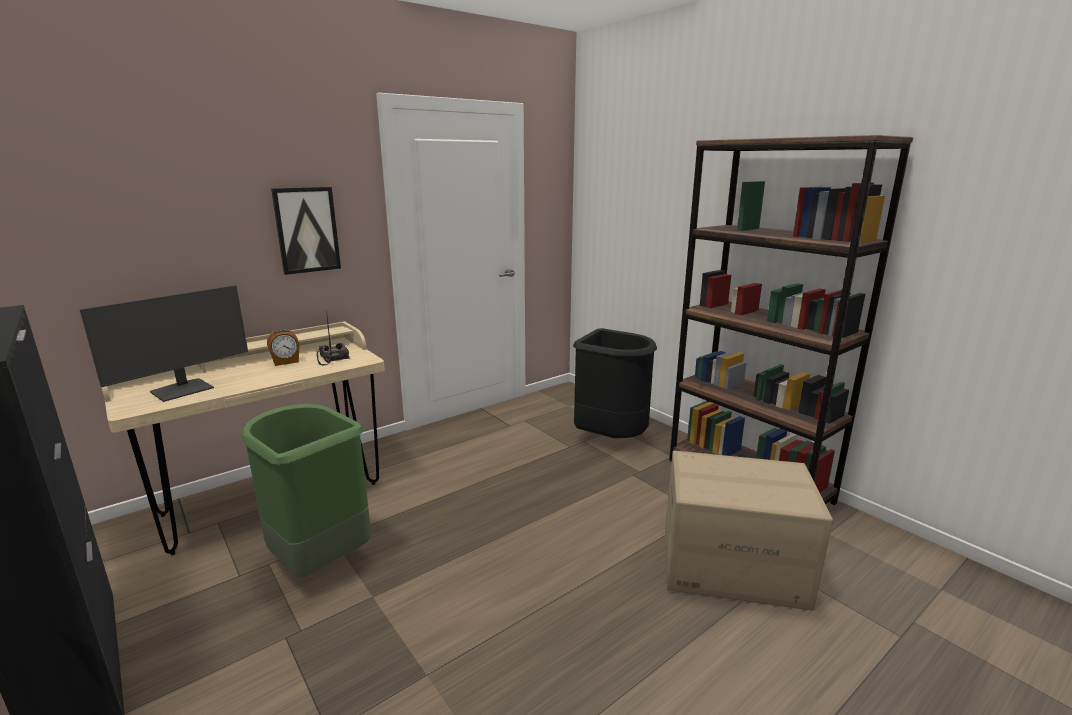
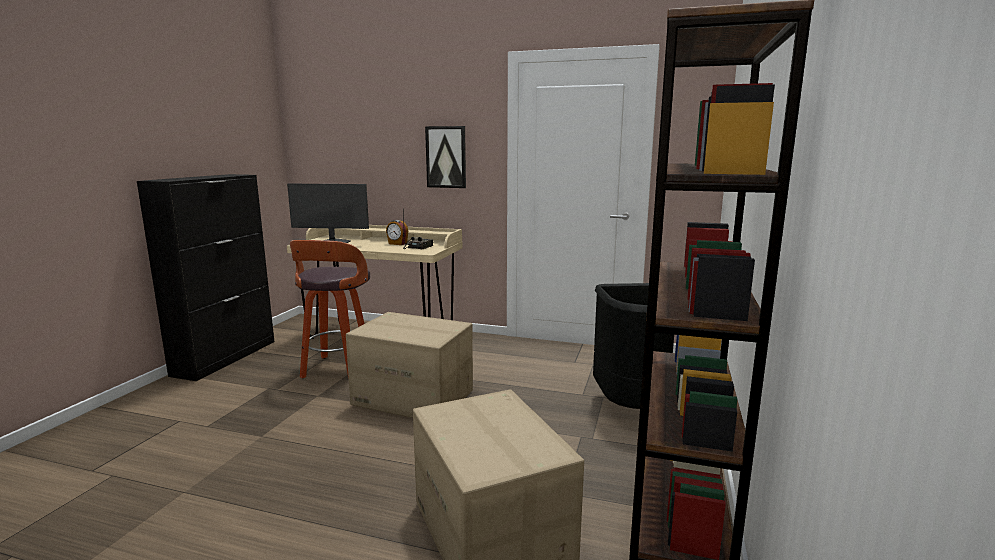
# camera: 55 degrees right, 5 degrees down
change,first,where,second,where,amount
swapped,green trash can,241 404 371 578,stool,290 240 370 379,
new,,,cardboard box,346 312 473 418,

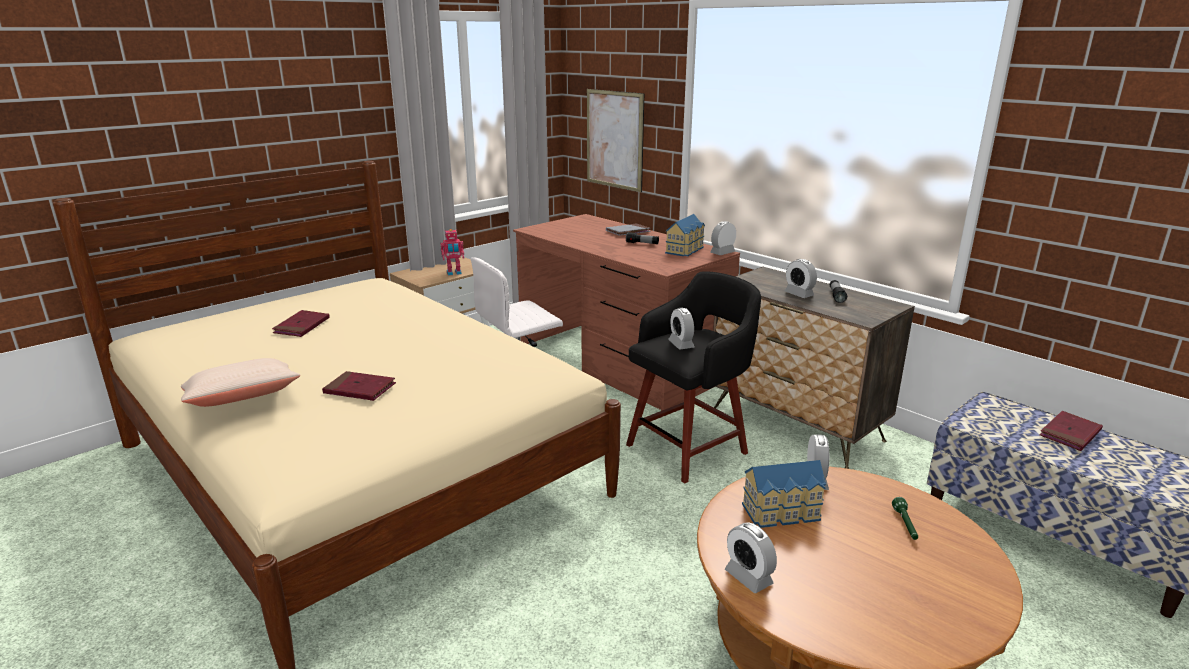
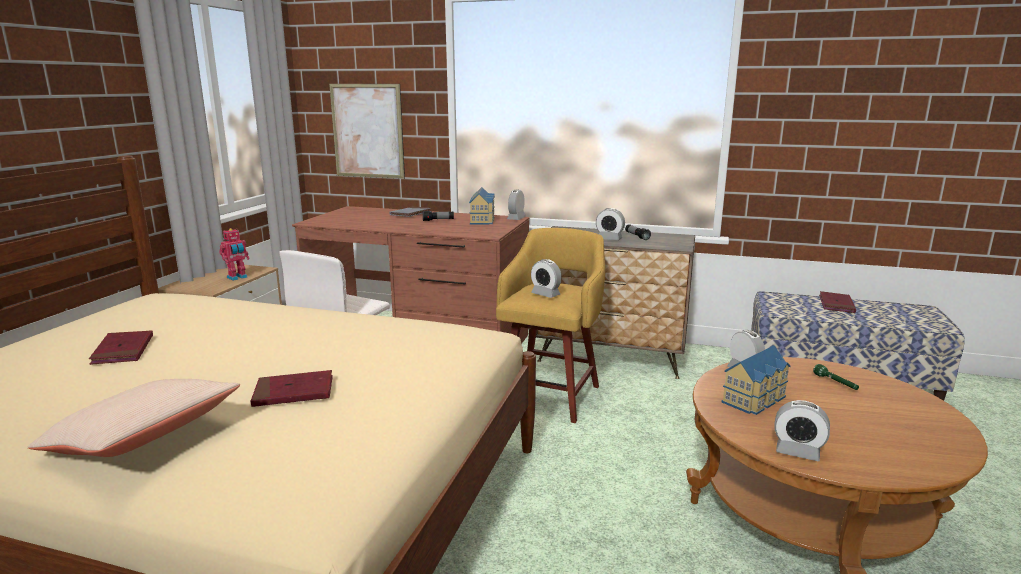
# camera: 30 degrees left, 5 degrees down
change,first,where,second,where,amount
repainted,black stool,626 271 761 484,yellow stool,496 228 605 423,

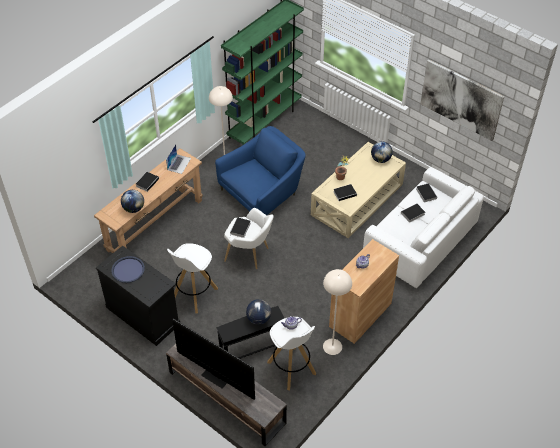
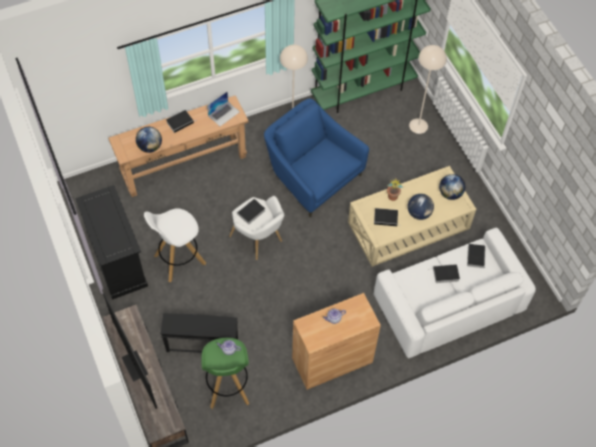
# camera: 25 degrees right, 10 degrees up
change,first,where,second,where,amount
repainted,white stool,267 317 316 390,green stool,201 338 249 409,
rotated,blue armchair,215 126 306 215,,264 99 369 217,120 degrees counterclockwise
shifted,globe,246 299 271 325,,408 194 434 220,
shifted,beige floor lamp,323 269 352 355,,409 45 447 134,
gone,blue tray,111 256 145 283,,,
gone,picture,420 60 504 141,,,

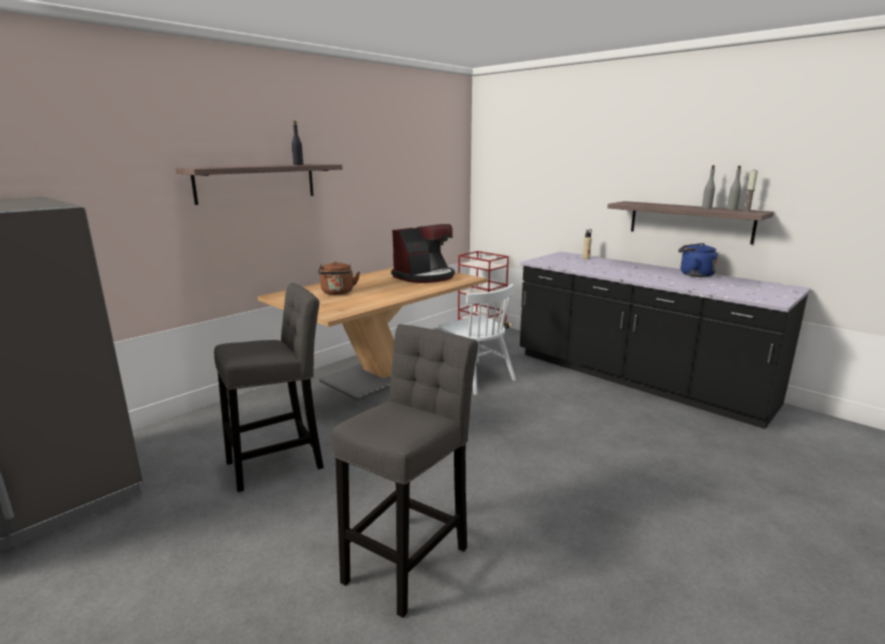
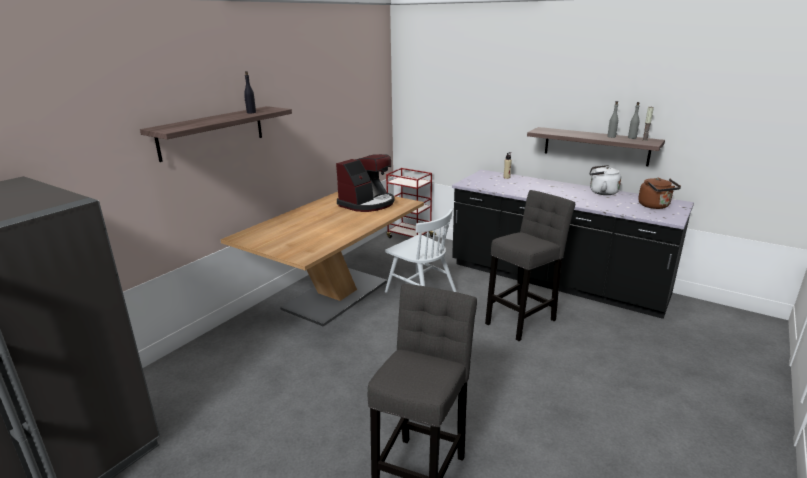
# camera: 10 degrees left, 5 degrees up
change,first,where,second,where,amount
shifted,grey stool,214 283 324 492,,485 190 575 341,
repainted,blue kettle,678 243 718 277,white kettle,589 165 621 195,
shifted,brown kettle,318 261 360 295,,638 178 681 209,

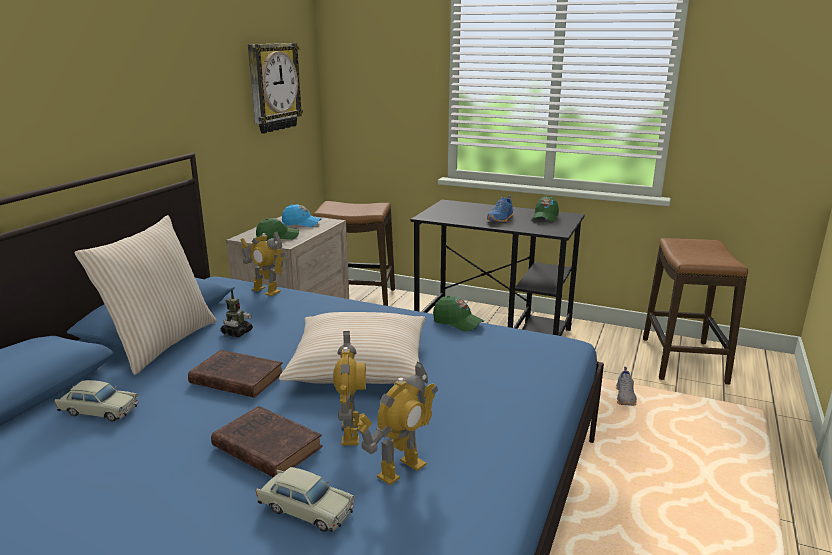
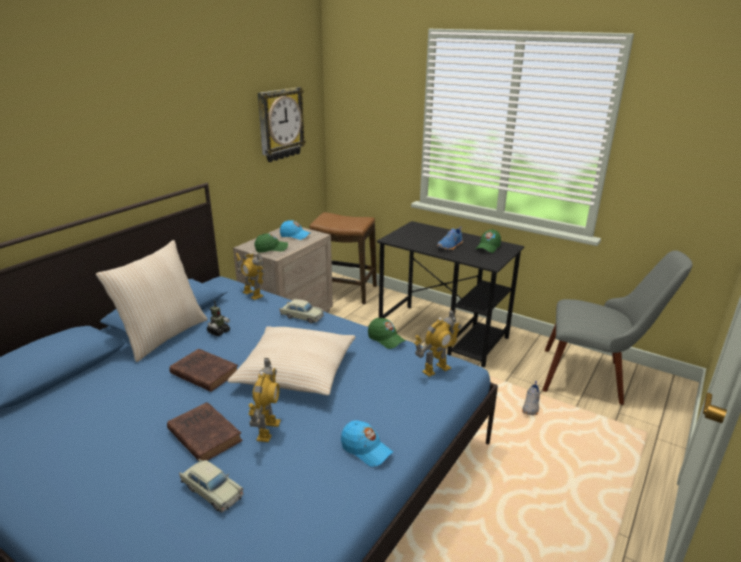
# camera: 10 degrees right, 5 degrees up
change,first,where,second,where,amount
shifted,beige toy car,54 380 139 422,,280 299 324 323,
new,,,blue cap,341 420 393 467,
shifted,toy robot,357 362 438 485,,414 310 461 377,
swapped,stool,643 238 748 385,grey chair,542 250 692 405,

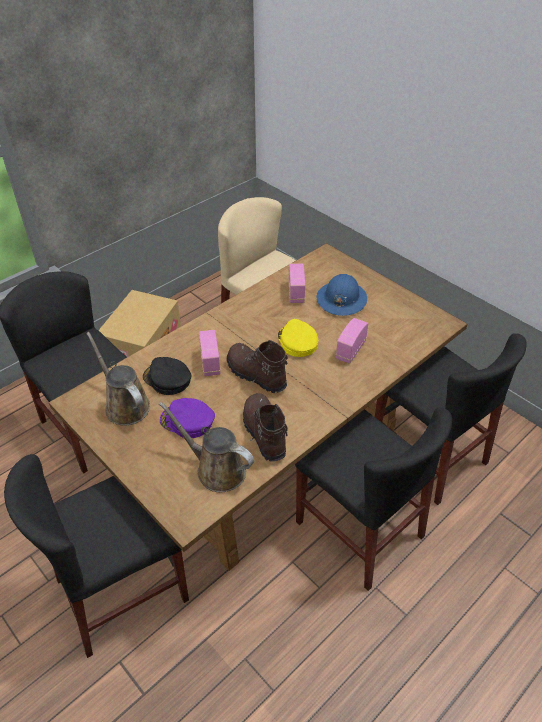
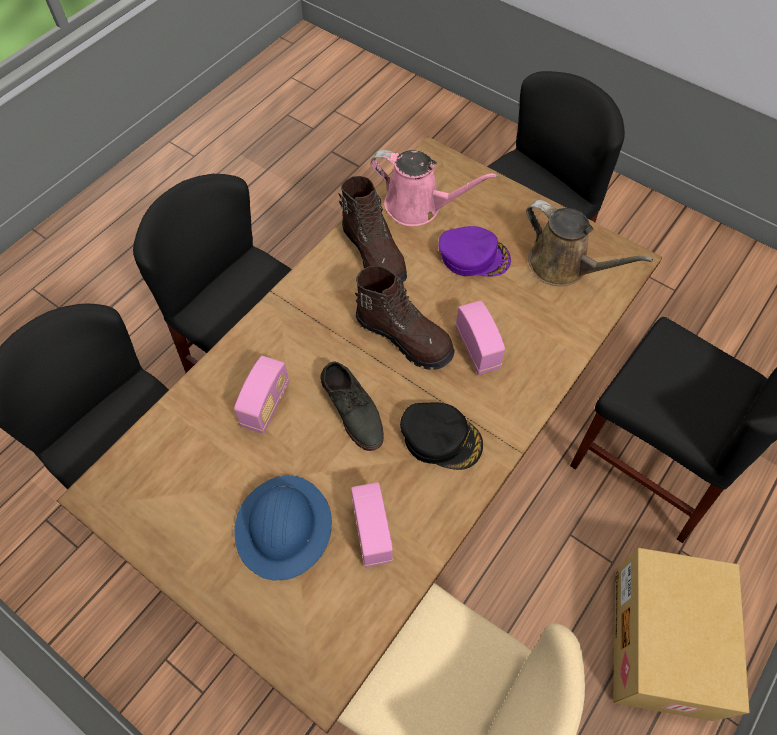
# camera: 170 degrees right, 15 degrees up
change,first,where,second,where,amount
swapped,yellow cap,278 319 318 357,grey shoe,320 361 384 451,
repainted,brown watering can,159 402 254 492,pink watering can,371 150 497 226,
shifted,black cap,143 357 191 395,,400 402 483 470,

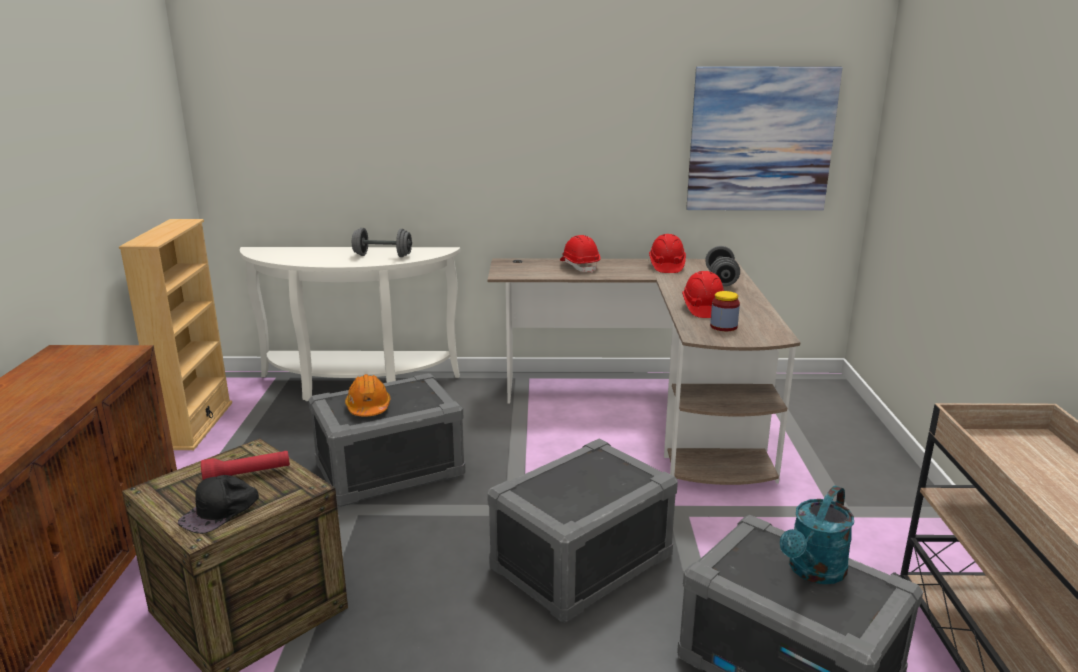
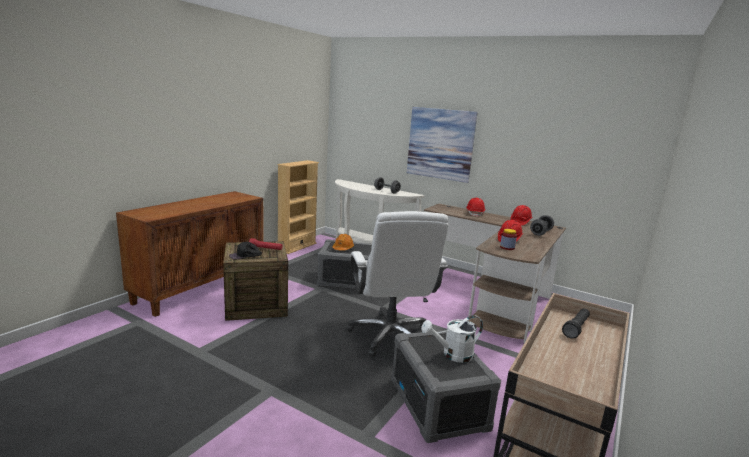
# camera: 30 degrees right, 5 degrees down
change,first,where,second,where,amount
swapped,grey storage box,487 439 678 623,white office chair,346 211 448 357,
shifted,picture,686 67 843 211,,407 107 478 183,
repainted,turquoise watering can,780 485 854 584,white watering can,421 315 483 363,
new,,,black flashlight,562 309 590 339,

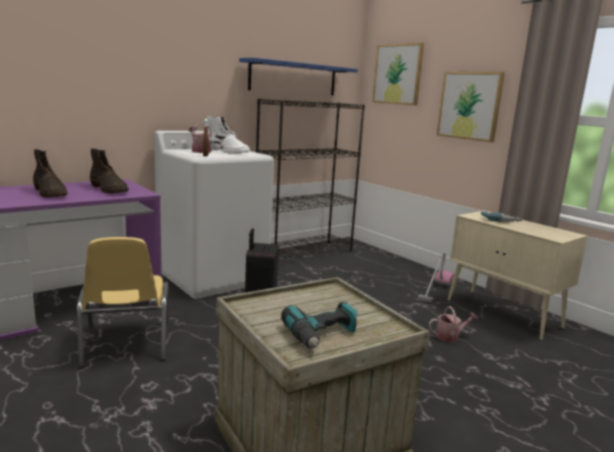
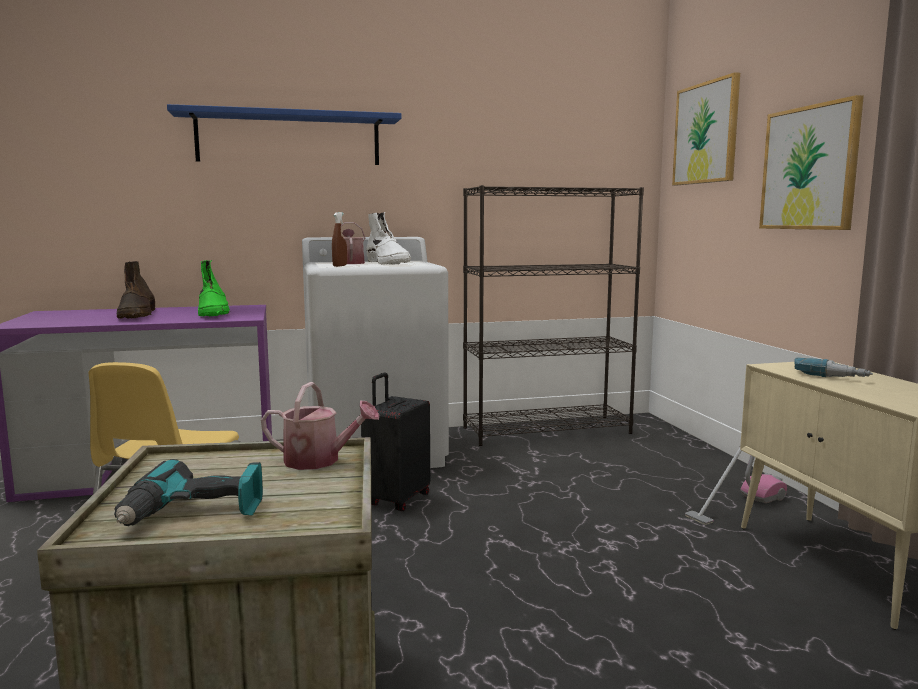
# camera: 25 degrees right, 5 degrees down
change,first,where,second,where,amount
shifted,blue shelf,239 58 358 95,,167 104 402 165,
repainted,brown boot,90 148 129 193,green boot,198 260 230 316,
shifted,watering can,429 306 478 342,,261 382 379 470,

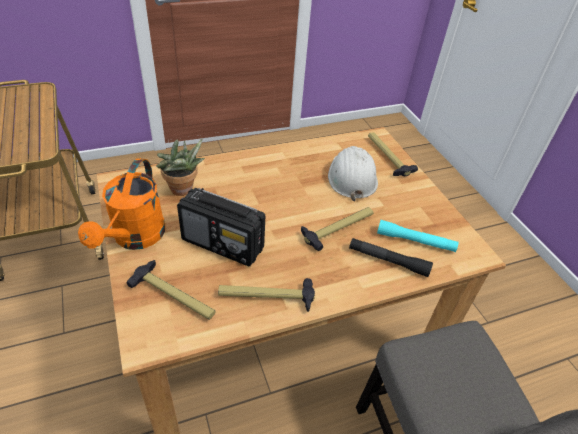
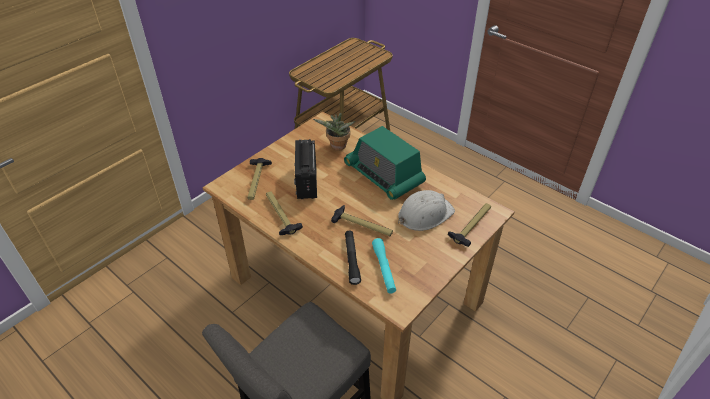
# camera: 65 degrees right, 0 degrees up
change,first,where,second,where,amount
new,,,radio,344 126 426 200,
gone,orange watering can,78 158 165 250,,,

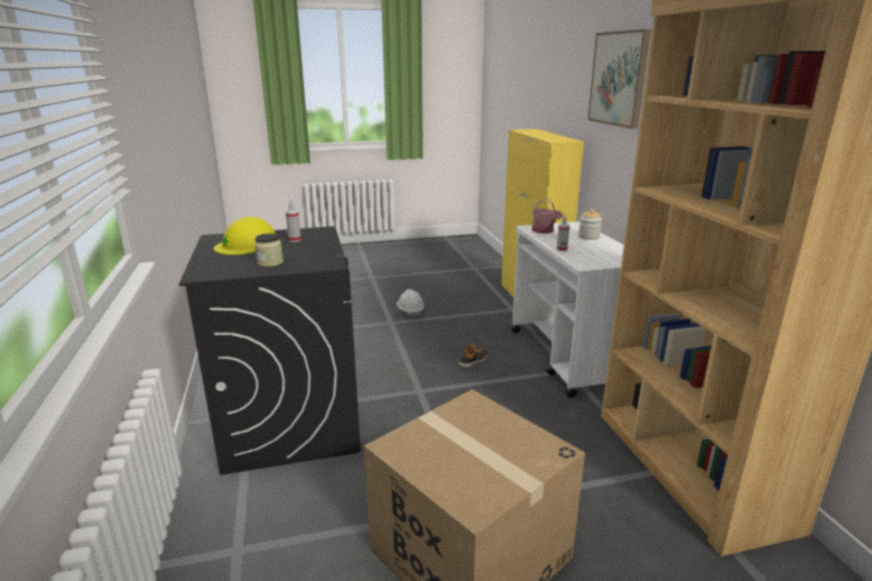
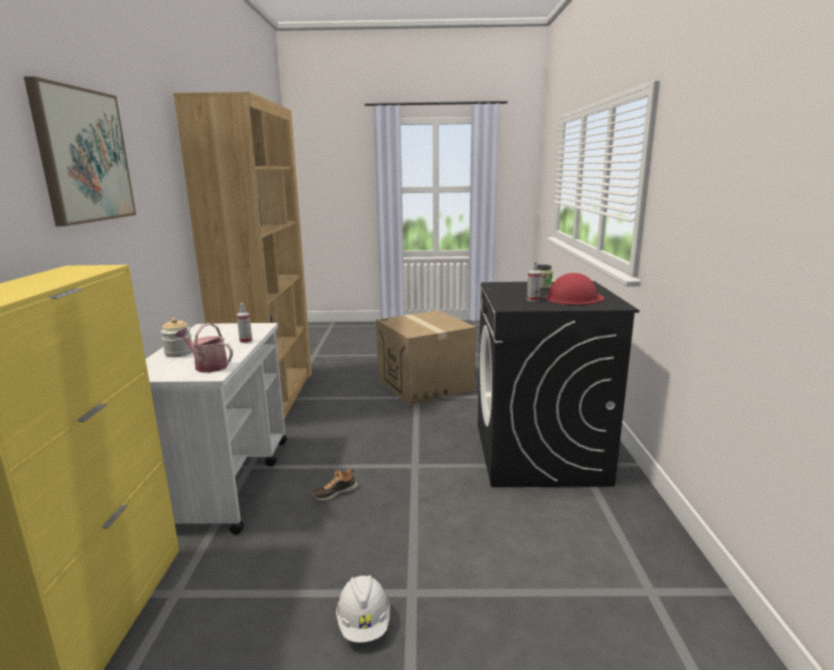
# camera: 165 degrees left, 5 degrees down
change,first,where,second,where,amount
rotated,watering can,532 199 562 234,,175 323 233 373,60 degrees counterclockwise
repainted,yellow hard hat,214 217 276 255,red hard hat,546 273 604 305,

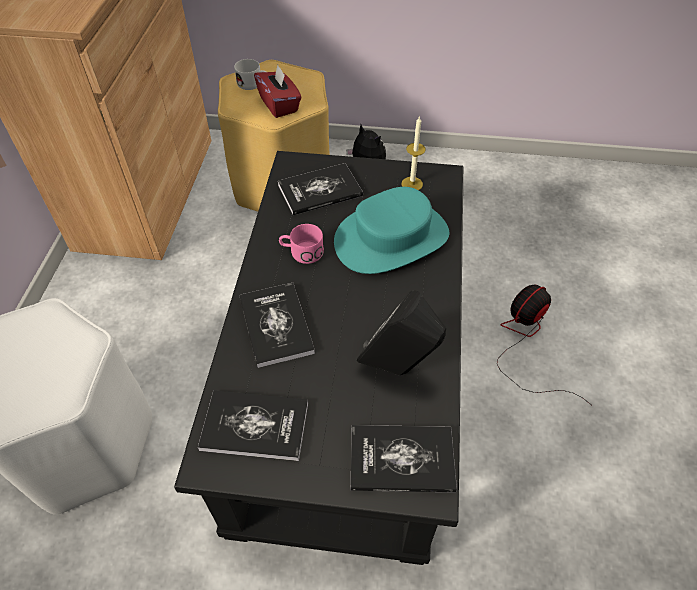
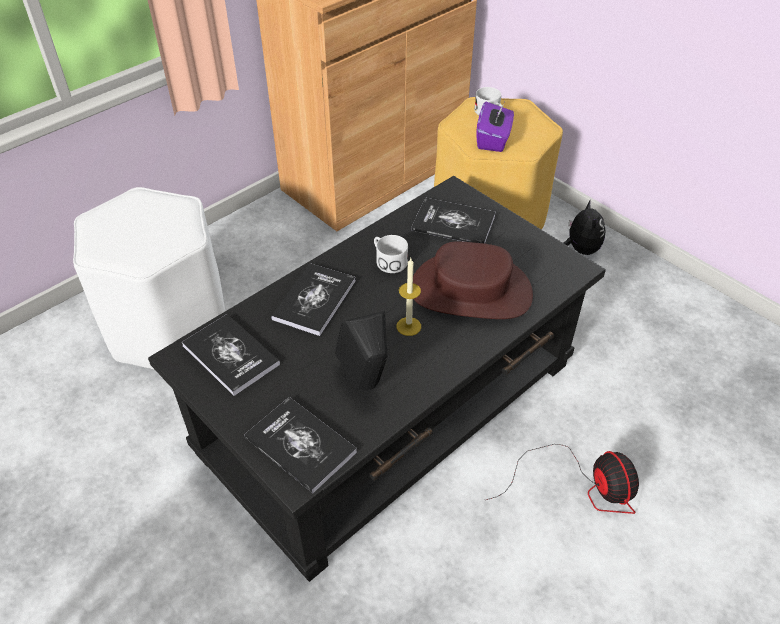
# camera: 40 degrees right, 5 degrees down
change,first,where,second,where,amount
repainted,pink mug,279 224 324 264,white mug,374 235 408 273,
shifted,candle,402 116 426 190,,397 258 421 336,
repainted,turquoise hat,334 187 449 274,brown hat,413 241 533 319,
repainted,red tissue box,254 65 302 118,purple tissue box,476 102 514 152,
rotated,fan,497 285 591 405,,486 444 639 514,75 degrees clockwise

